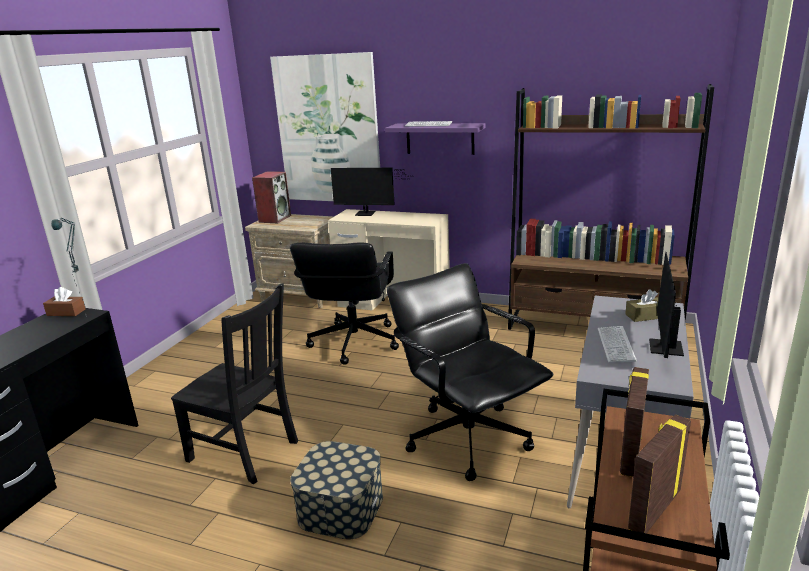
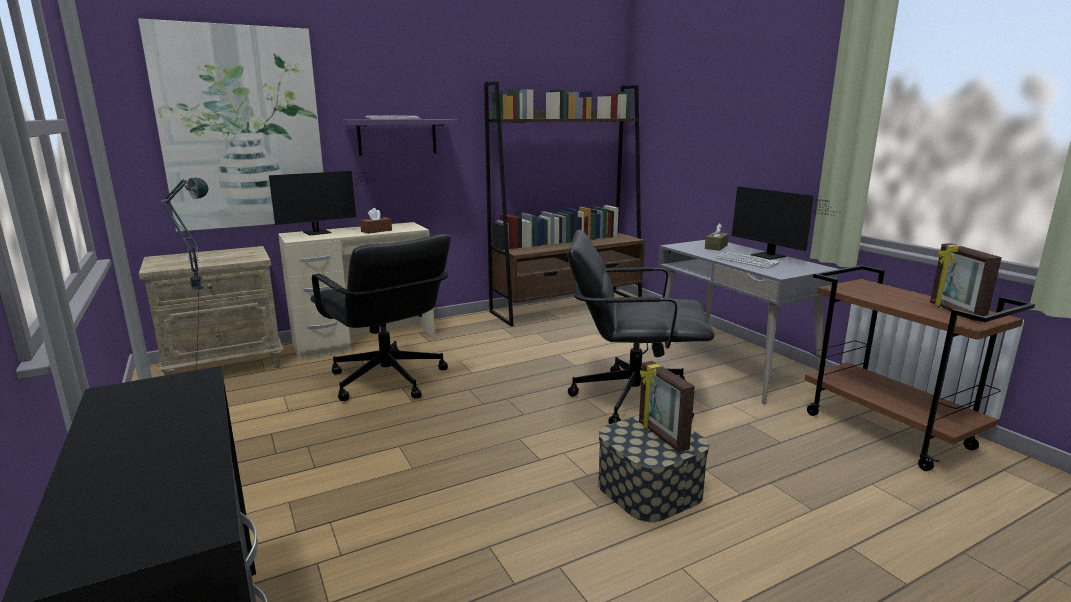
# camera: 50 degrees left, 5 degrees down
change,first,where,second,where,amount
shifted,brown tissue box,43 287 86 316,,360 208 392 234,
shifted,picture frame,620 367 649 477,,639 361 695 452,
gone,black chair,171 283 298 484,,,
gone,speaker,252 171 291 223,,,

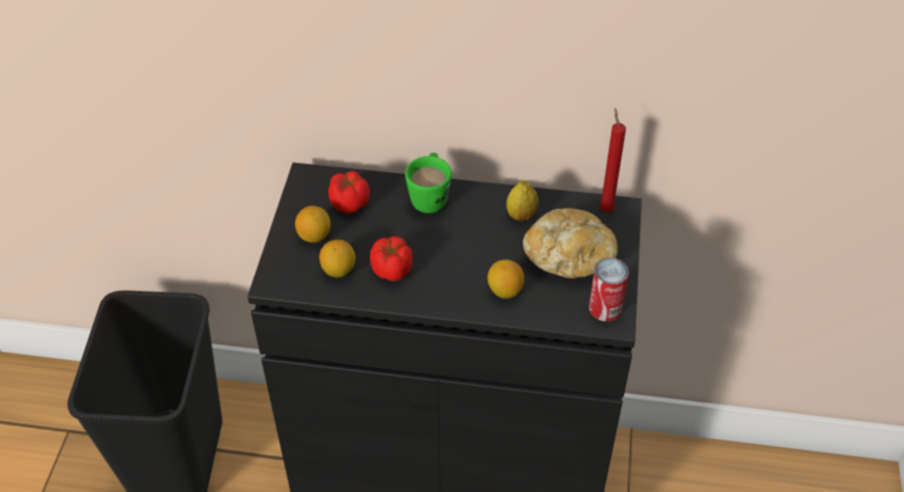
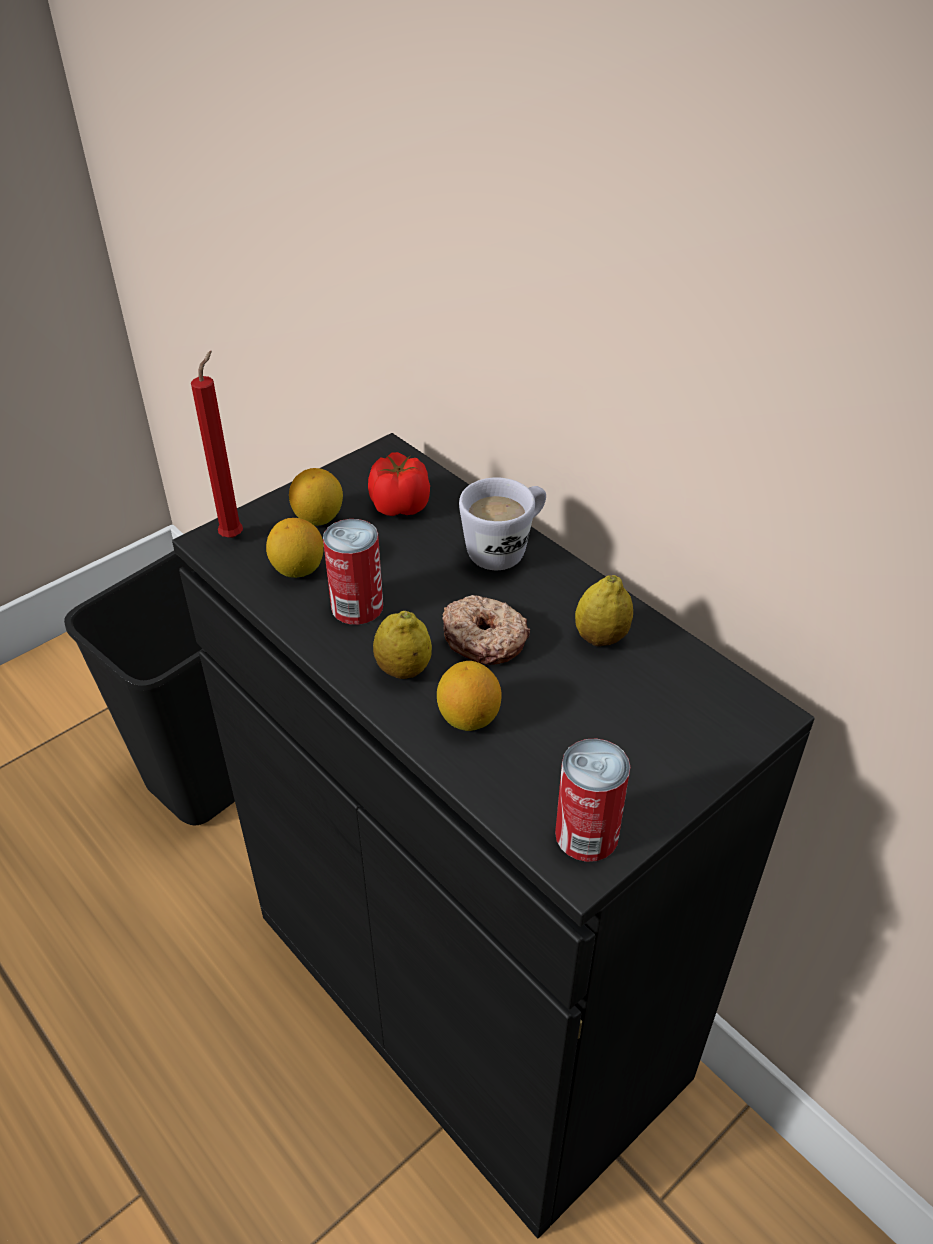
# camera: 40 degrees right, 5 degrees down
change,first,where,second,where,amount
shifted,red candle,599 108 626 212,,191 351 243 538,
swapped,tomato,370 236 412 281,can,323 519 383 625,
new,,,lemon,373 611 432 679,
new,,,donut,442 595 530 665,
repainted,green mug,405 153 452 213,white mug,459 477 546 570,
gone,bread,523 208 618 278,,,

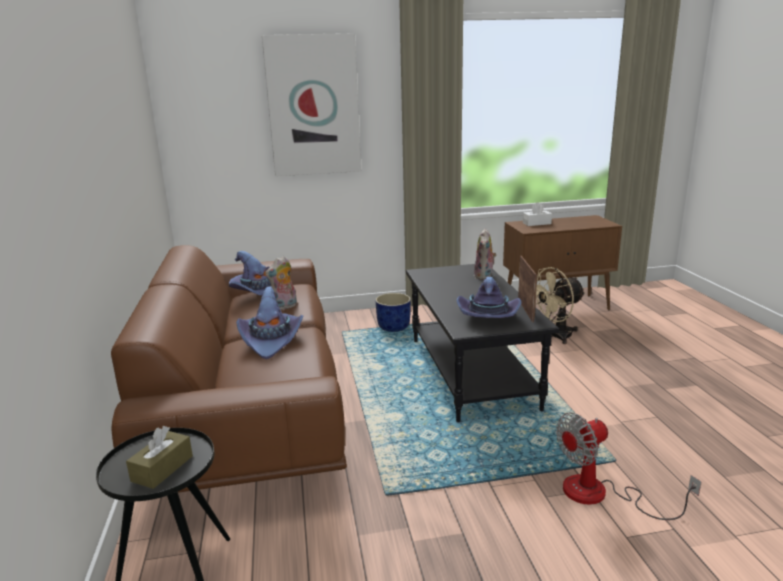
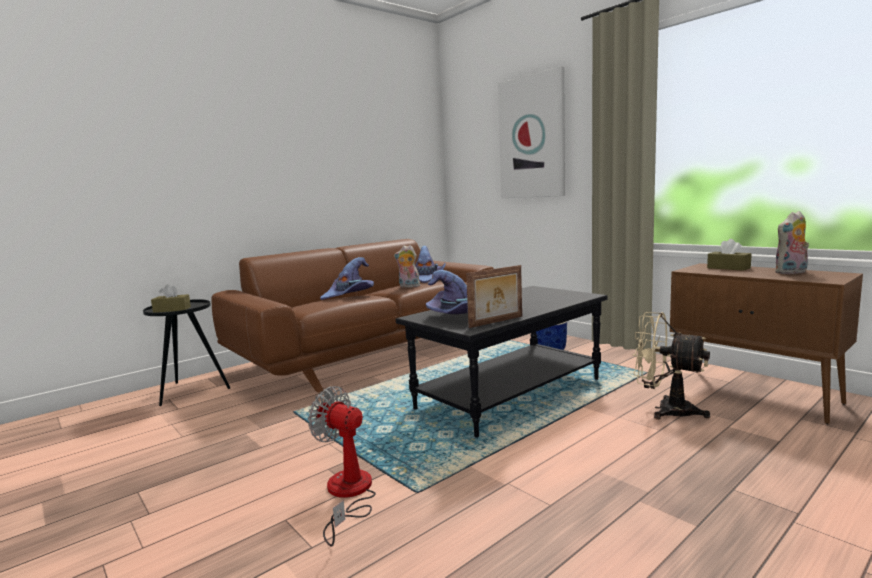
# camera: 60 degrees right, 10 degrees down
change,first,where,second,where,amount
repainted,white tissue box,523 202 552 226,brown tissue box,707 239 752 271,
shifted,plush toy,474 229 496 280,,775 211 809 274,

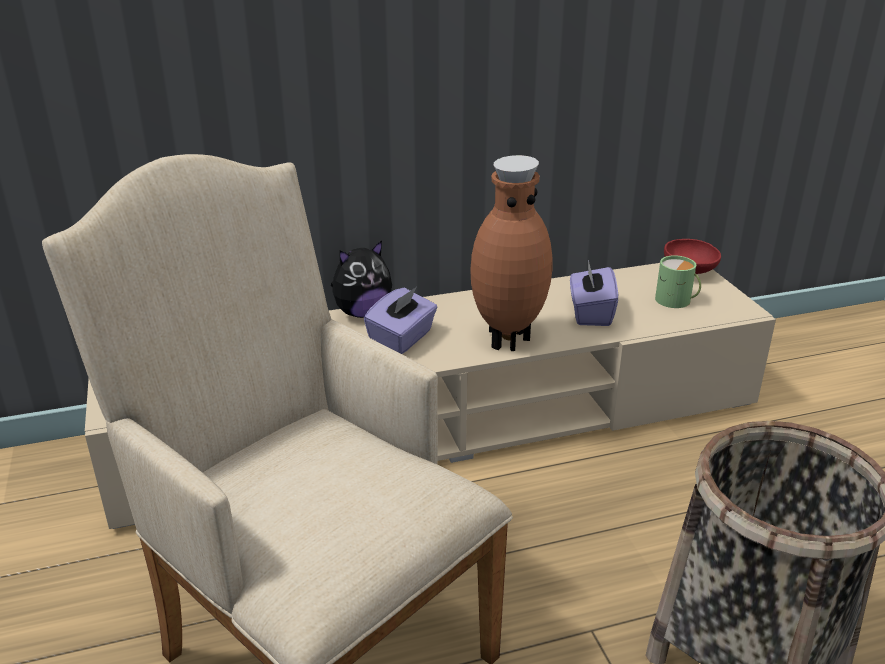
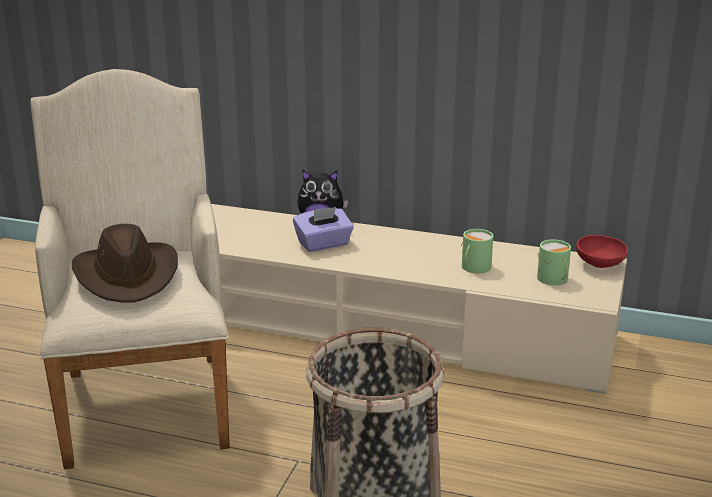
# camera: 35 degrees right, 5 degrees down
change,first,where,second,where,amount
new,,,brown hat,72 224 178 303,
swapped,purple tissue box,570 260 618 326,green mug,461 229 493 273,
gone,brown vase,471 155 553 351,,,

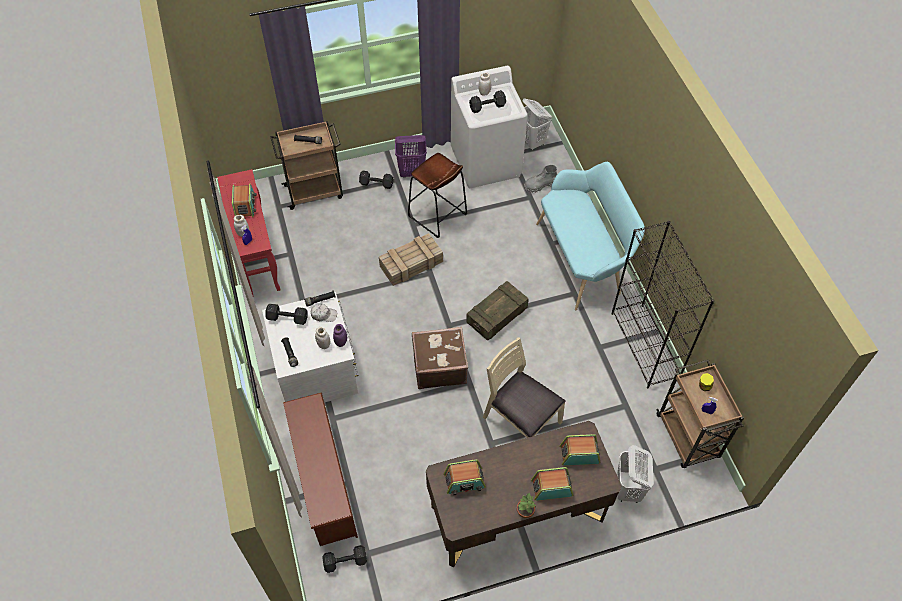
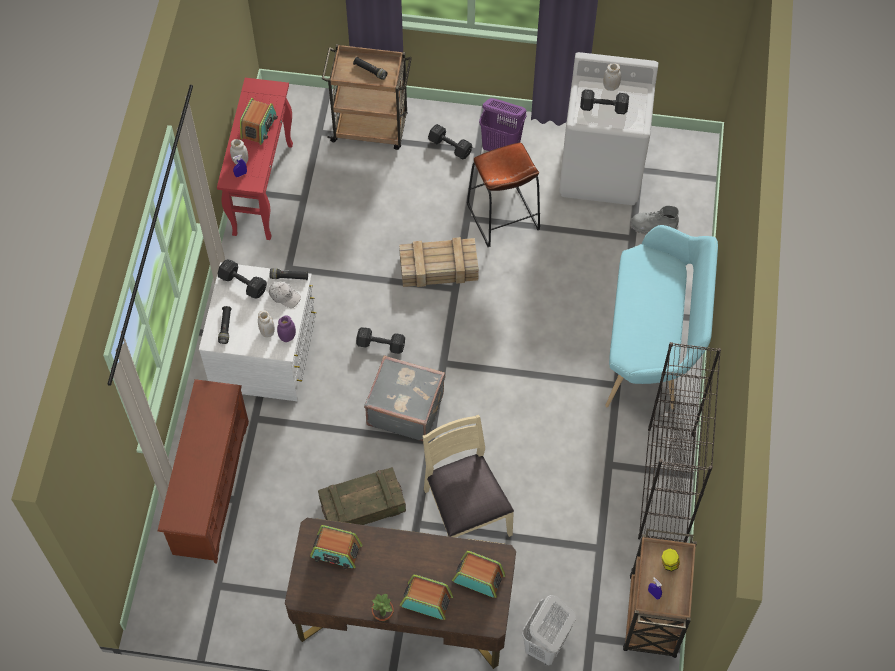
# camera: 25 degrees right, 5 degrees up
change,first,where,second,where,amount
shifted,crate,466 281 529 341,,318 467 406 525,
shifted,black dumbbell,322 545 367 573,,356 327 405 354,
repainted,brown suitcase,412 327 468 389,grey suitcase,364 355 445 441,
gone,white laundry basket,522 98 552 151,,,

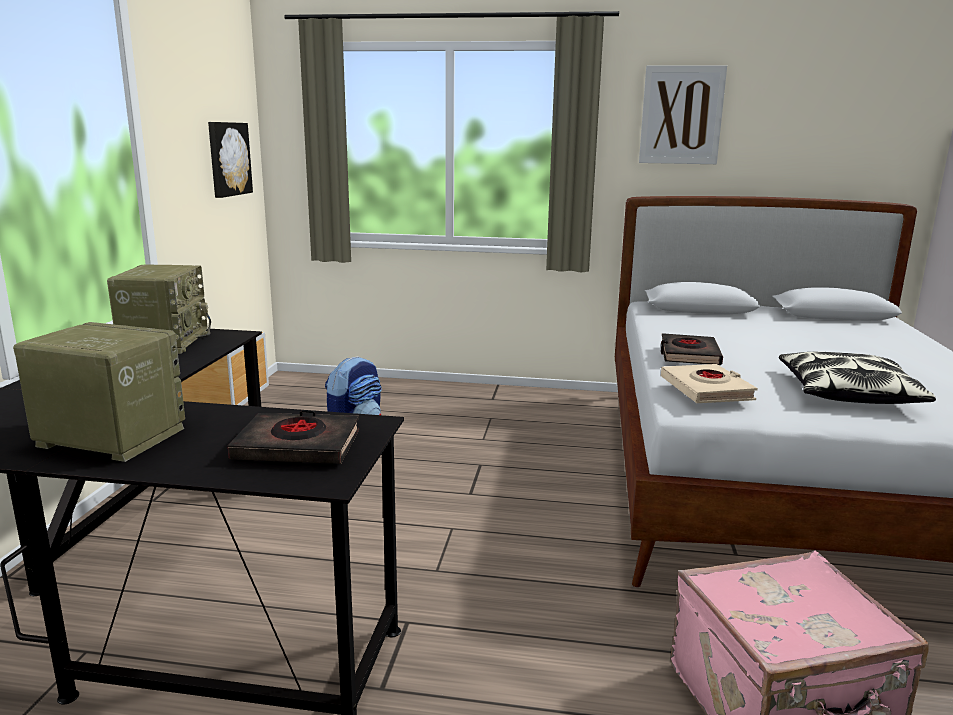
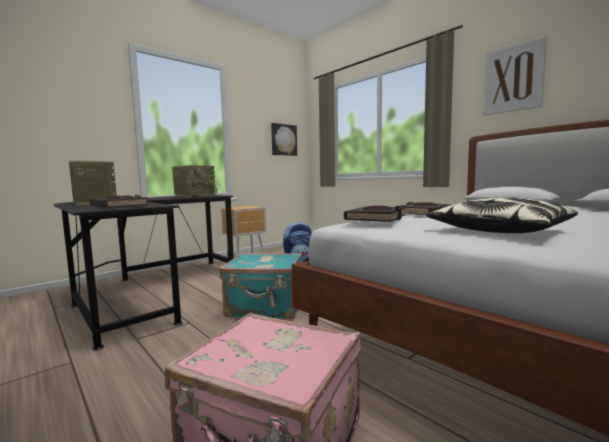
# camera: 40 degrees right, 10 degrees down
change,first,where,second,where,amount
new,,,turquoise suitcase,220 253 303 319,
repainted,beige book,661 364 758 403,black book,344 206 406 222,

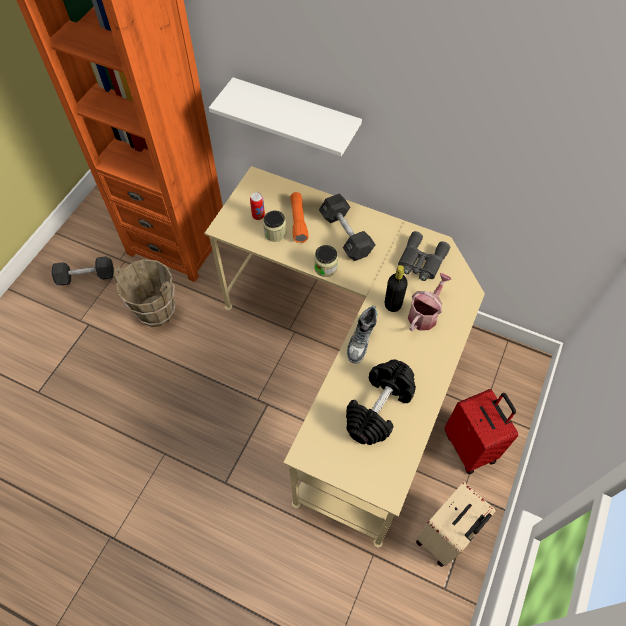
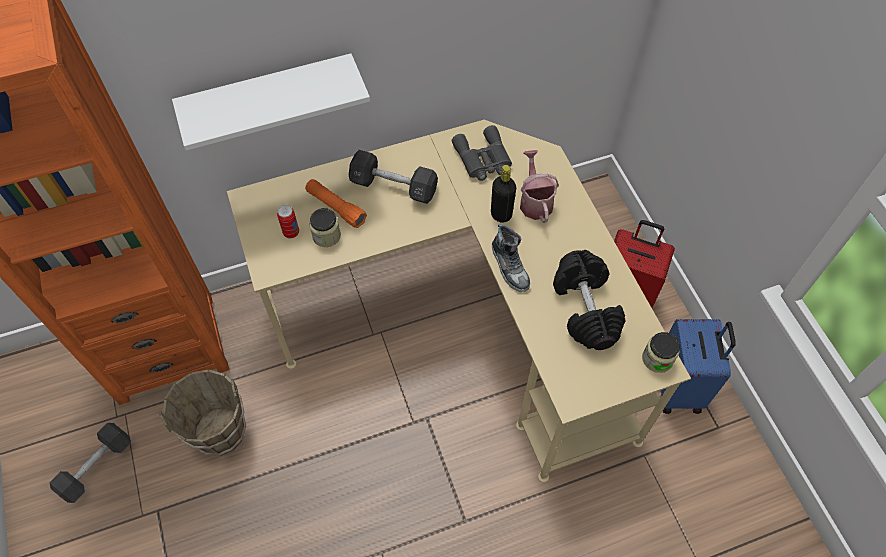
# camera: 45 degrees left, 0 degrees up
change,first,where,second,where,amount
shifted,jar,314 245 338 277,,642 332 680 373,
repainted,beige suitcase,416 482 496 567,blue suitcase,661 319 736 414,

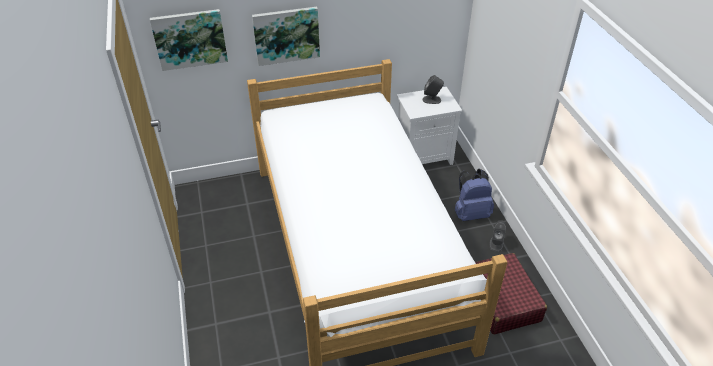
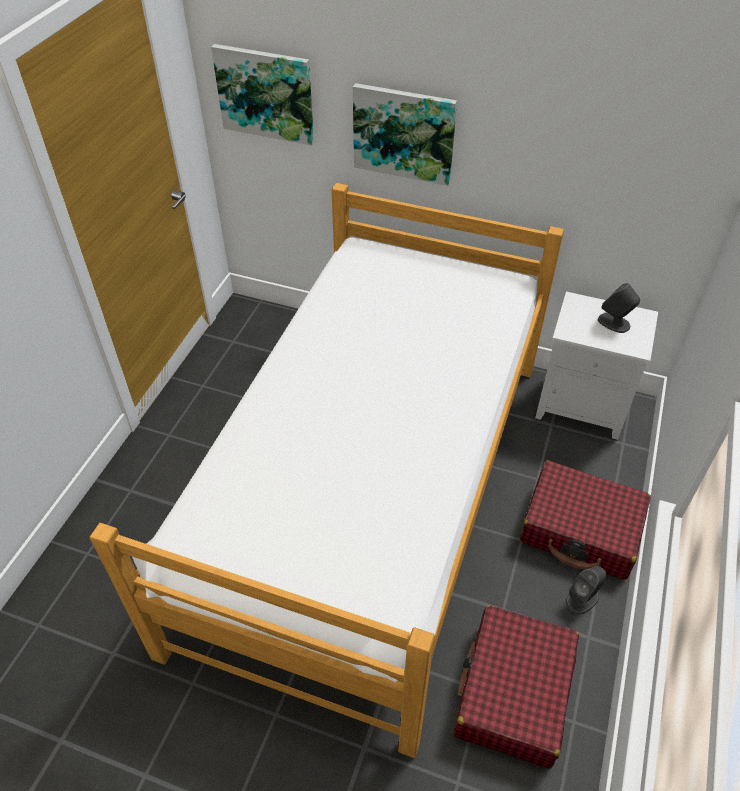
# camera: 35 degrees right, 5 degrees up
change,first,where,second,where,amount
swapped,blue backpack,455 168 494 221,red suitcase,520 460 651 580,

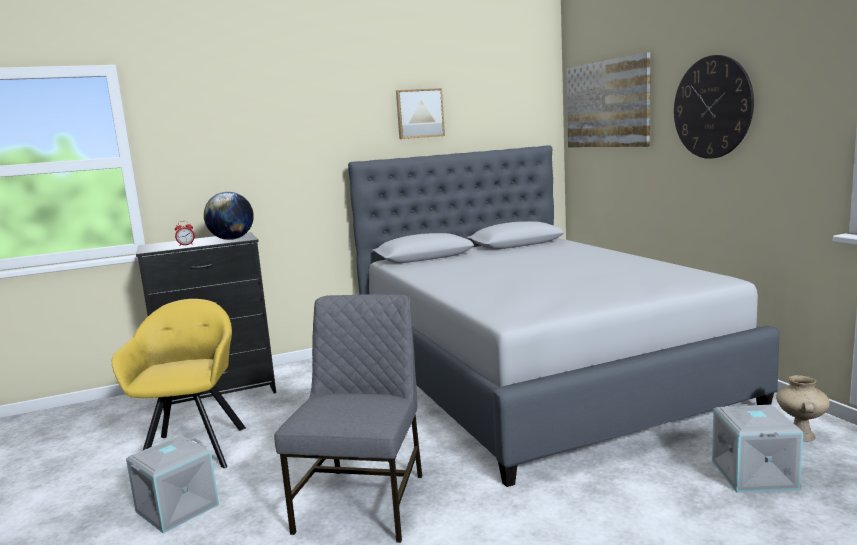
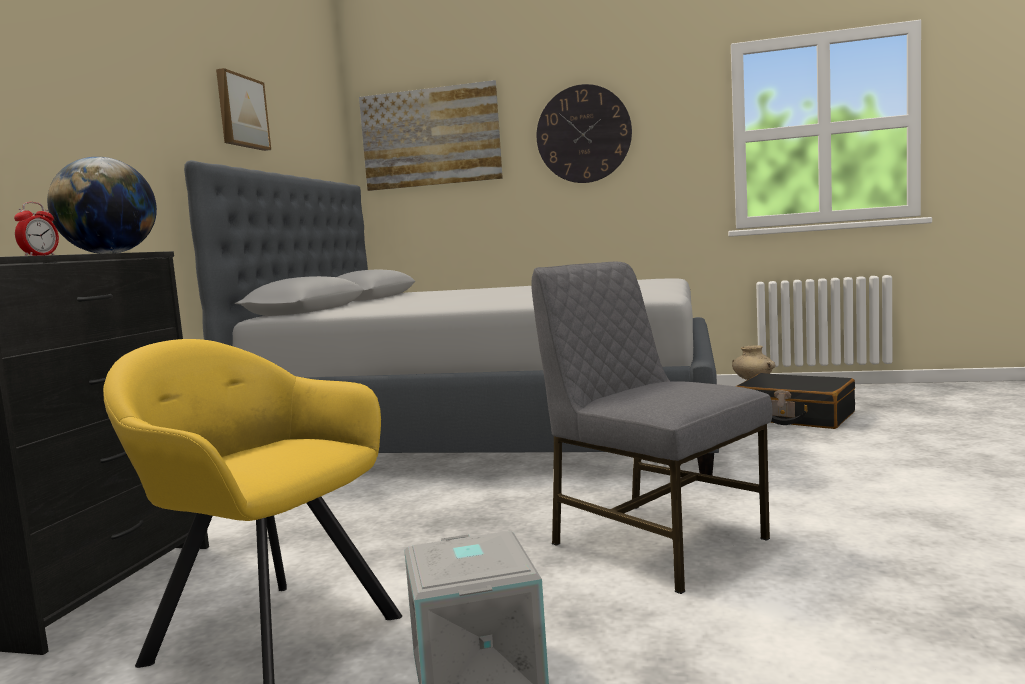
# camera: 55 degrees left, 5 degrees down
change,first,where,second,where,amount
swapped,grey storage box,712 404 804 492,black suitcase,736 373 855 429,

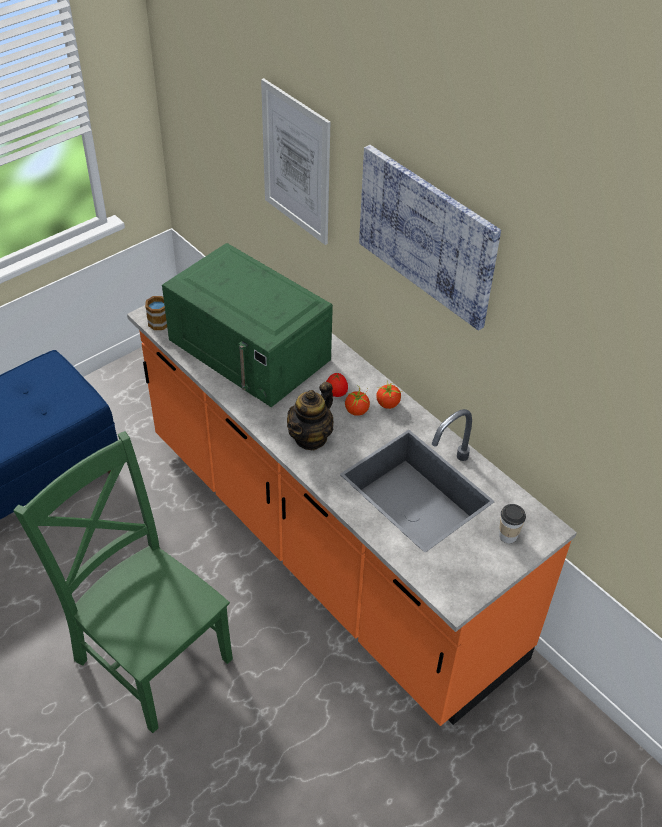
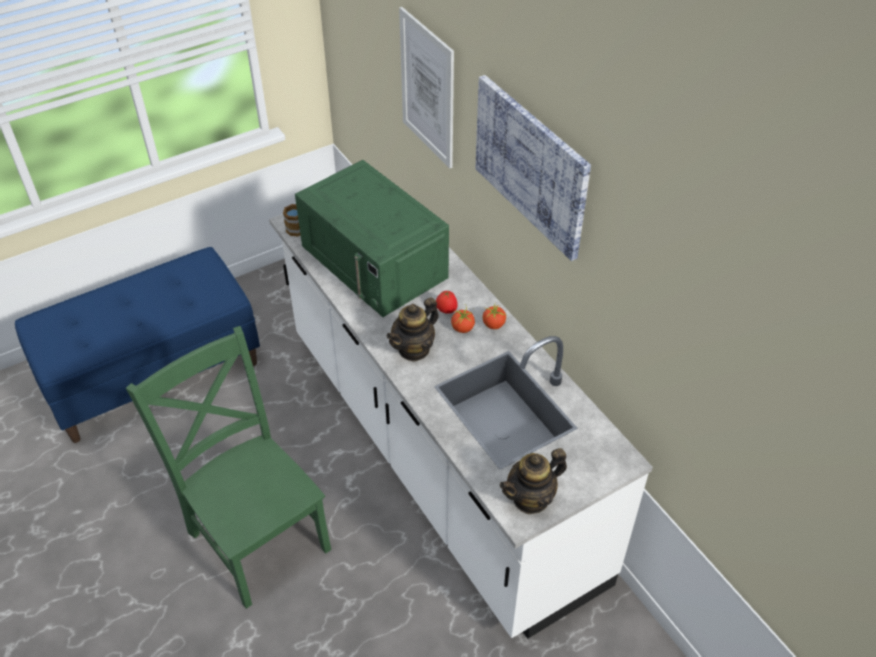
# camera: 10 degrees right, 0 degrees up
change,first,where,second,where,amount
repainted,orange counter,127 305 577 726,white counter,269 214 653 639,
new,,,teapot,500 448 567 514,
gone,cup,499 504 526 543,,,

